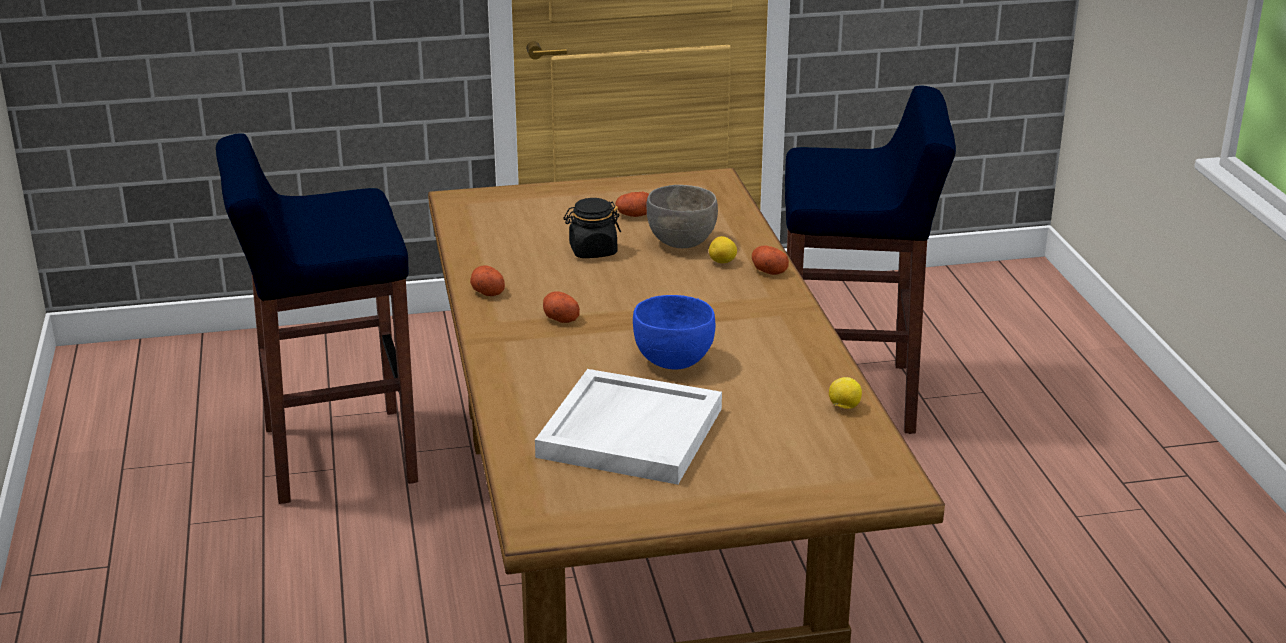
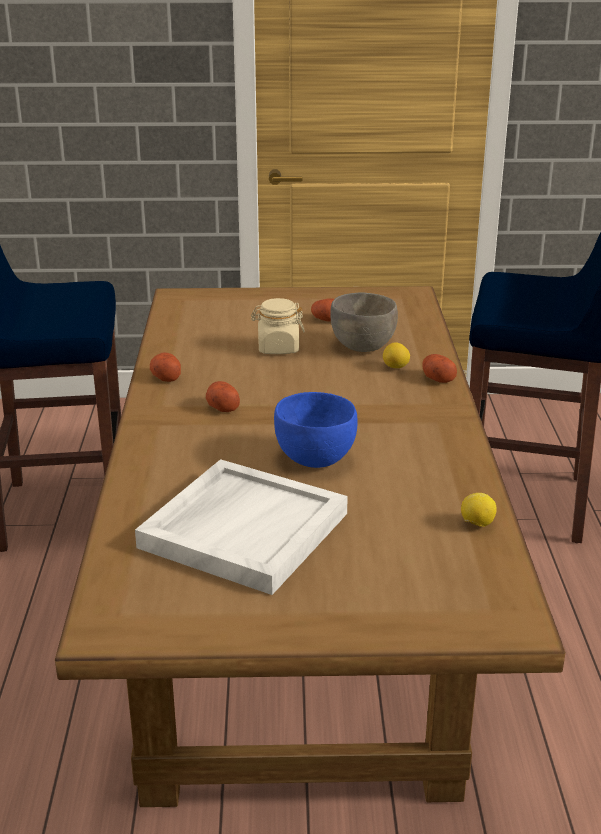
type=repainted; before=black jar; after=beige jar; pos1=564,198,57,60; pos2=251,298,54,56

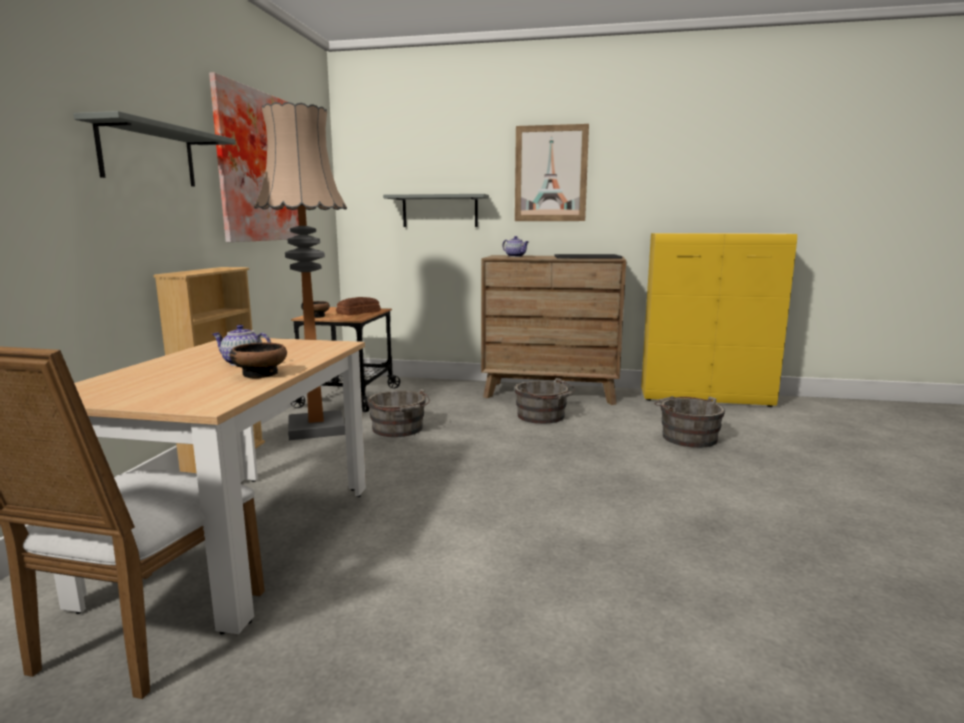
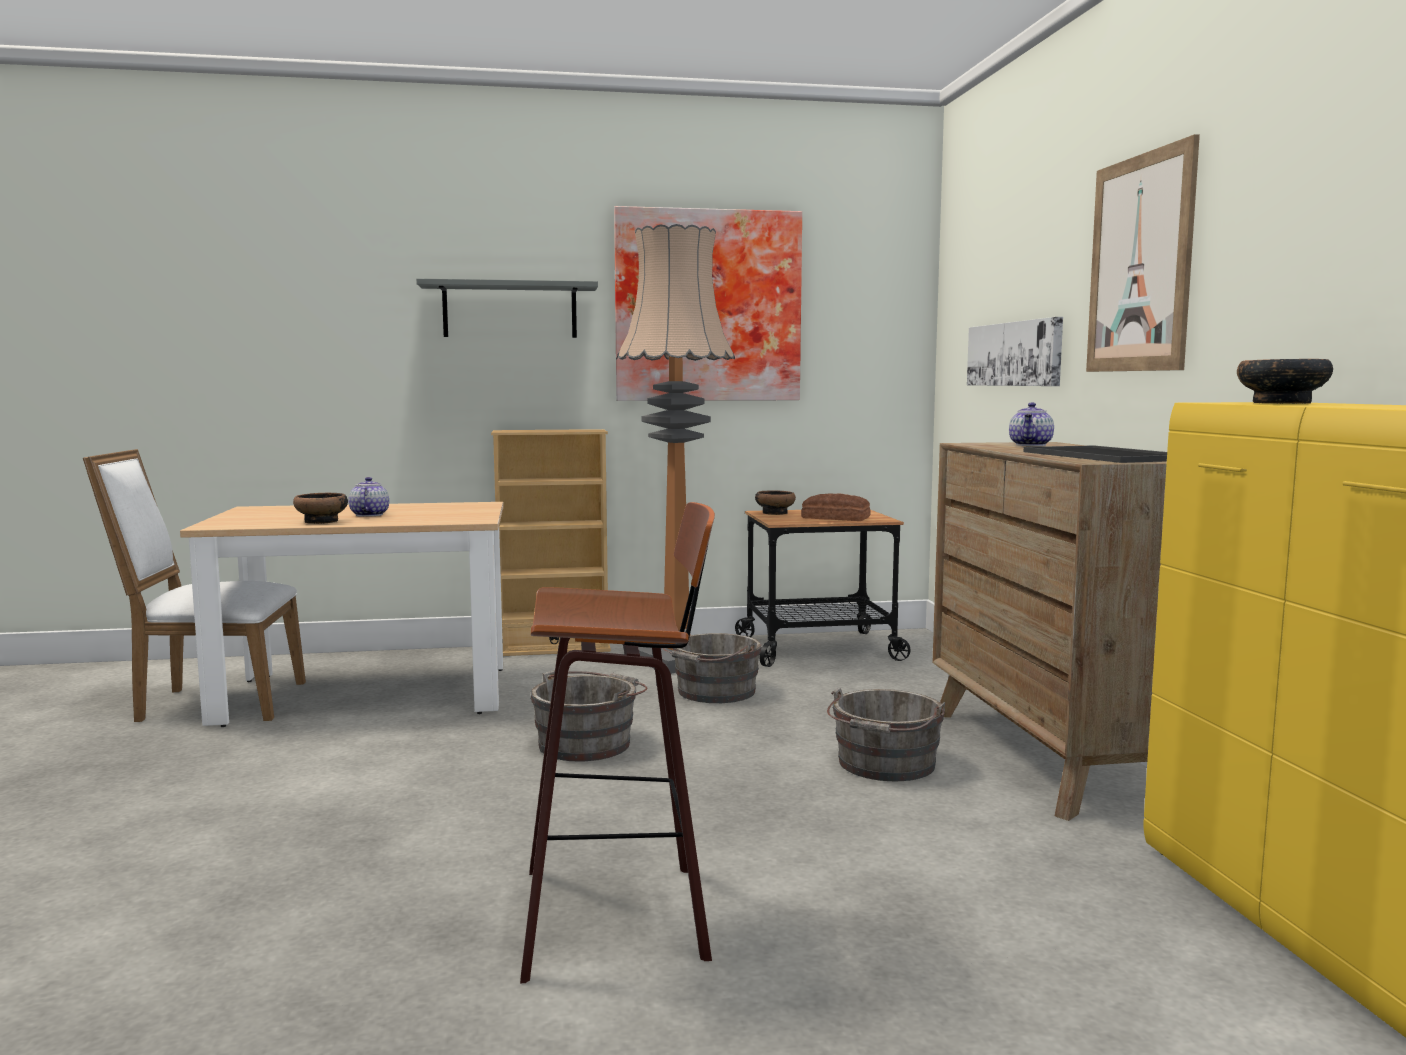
type=new; after=stool; pos2=520,502,195,482
type=shifted; before=grey bucket; pos1=654,396,71,52; pos2=530,670,118,92
type=swapped; before=grey shelf; after=picture; pos1=383,194,106,33; pos2=967,317,96,69
type=new; after=bowl; pos2=1237,359,96,45

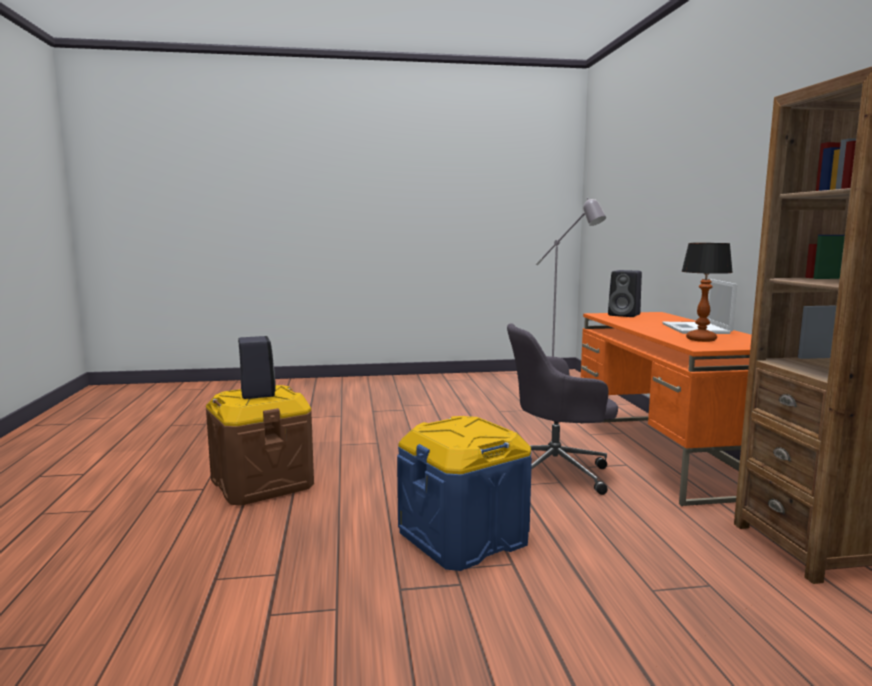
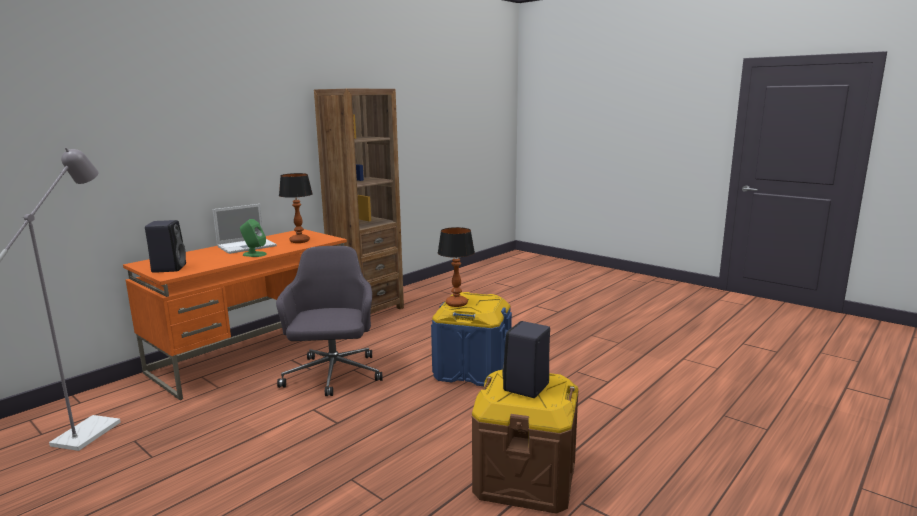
type=new; after=green speaker; pos2=240,219,27,38
type=rotated; before=grey office chair; pos1=507,323,111,172; pos2=276,246,106,150; turn=-135
type=new; after=table lamp; pos2=438,227,37,80

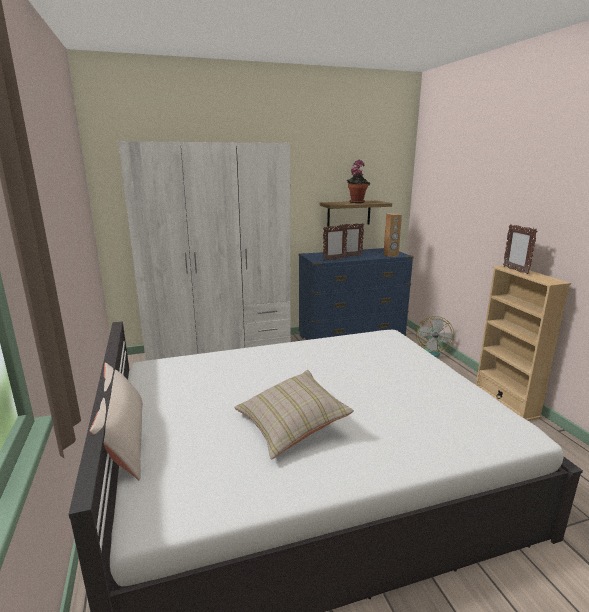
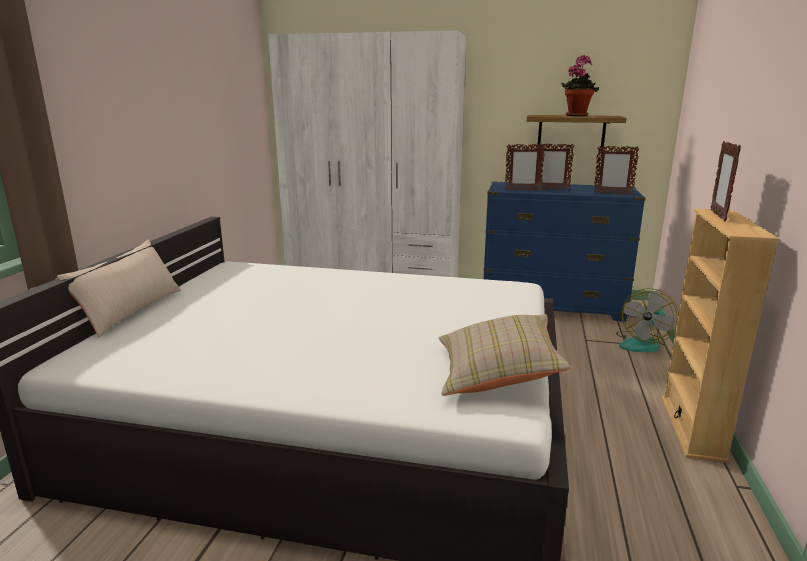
type=shifted; before=beige pillow; pos1=234,370,120,90; pos2=439,314,132,82
type=swapped; before=brown speaker; after=picture frame; pos1=383,213,19,44; pos2=594,146,46,49

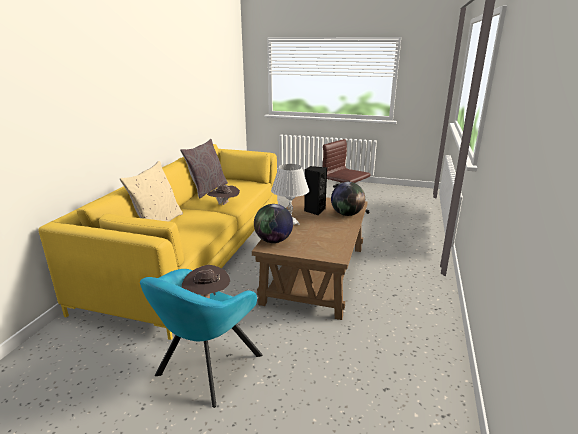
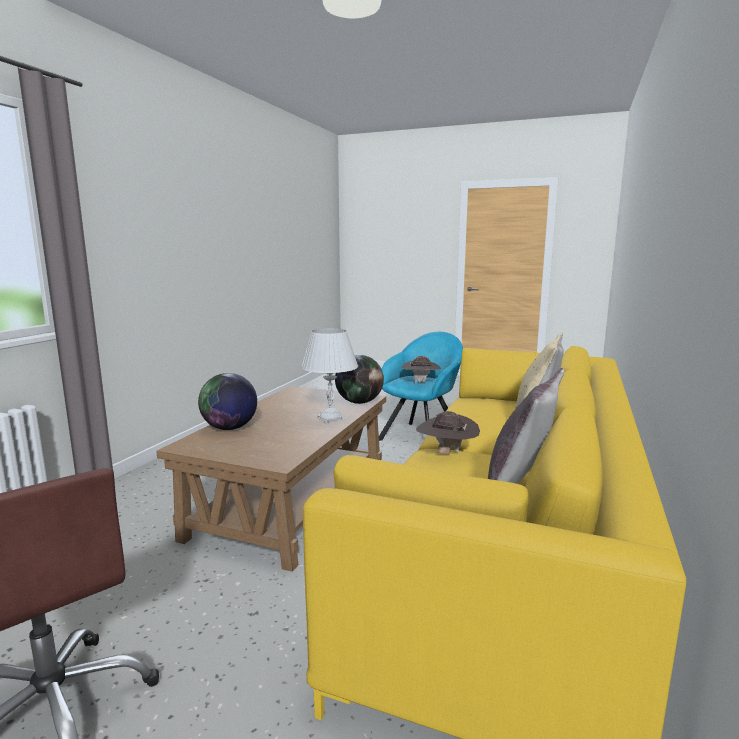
type=gone; before=black speaker; pos1=304,166,23,49

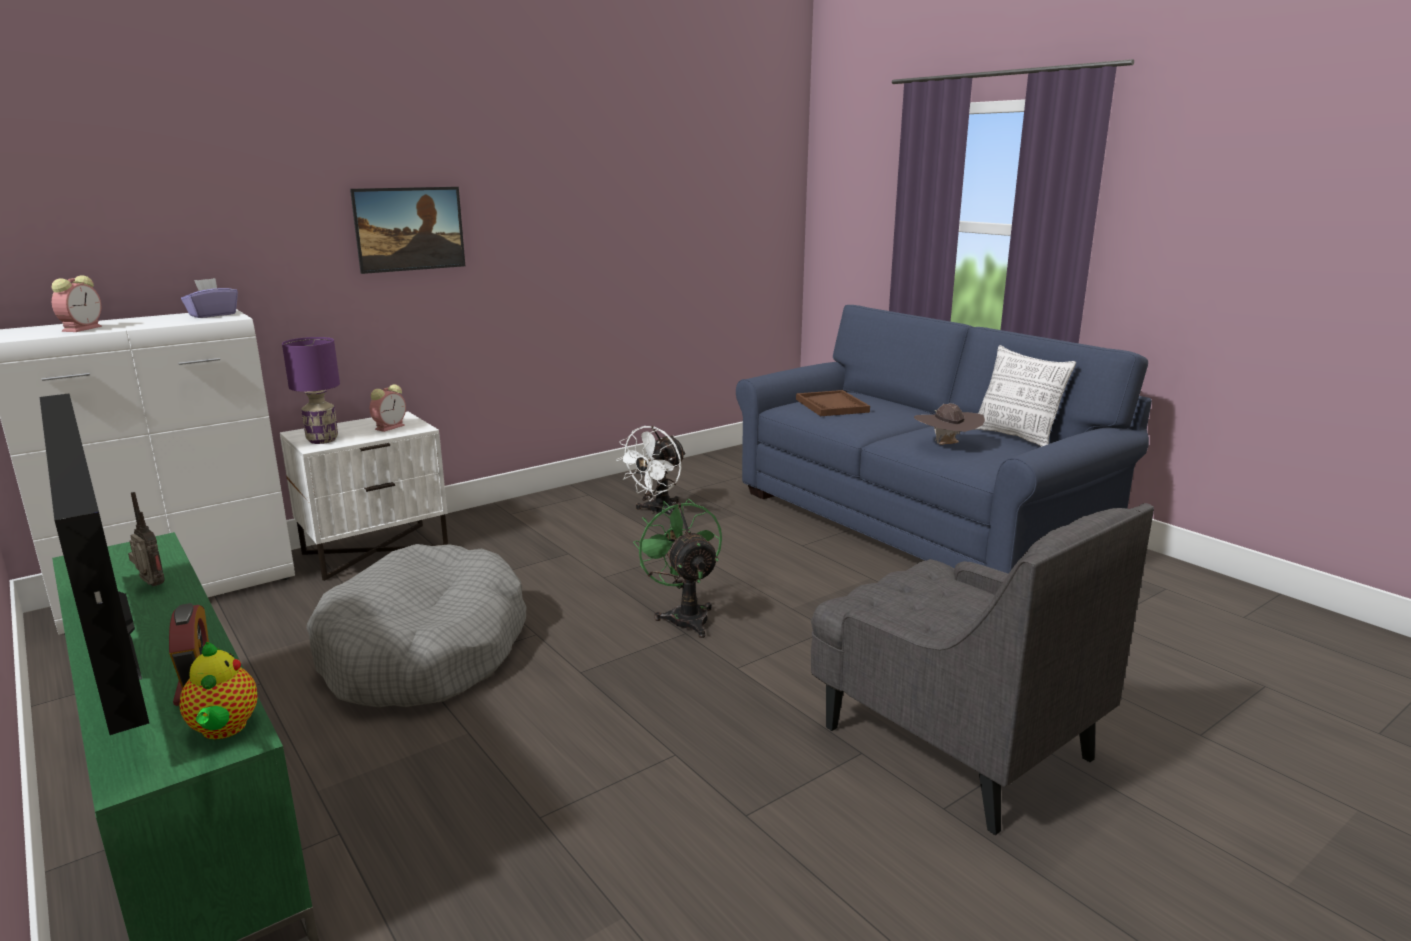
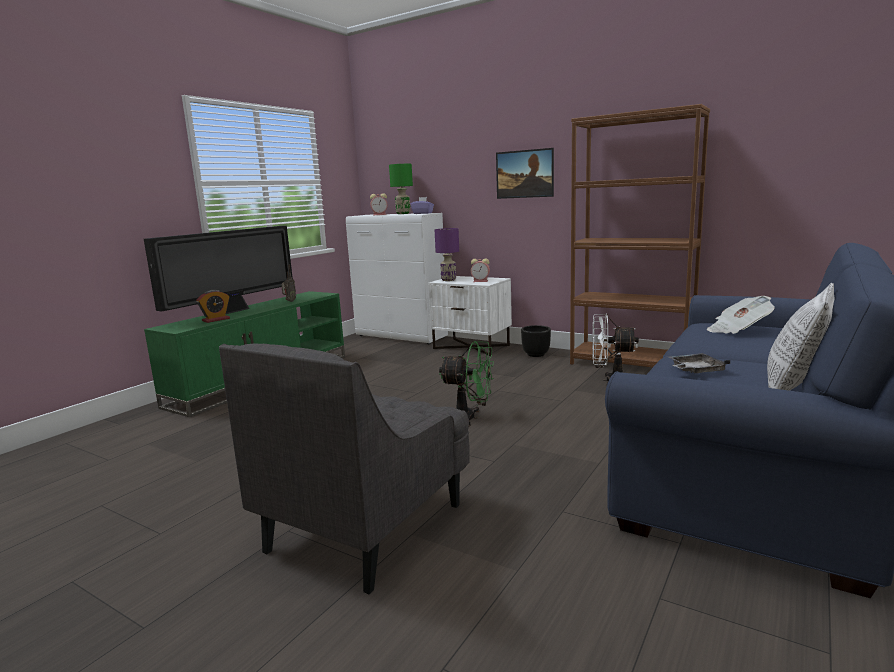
type=new; after=green table lamp; pos2=389,164,24,50
type=rotated; before=green fan; pos1=633,498,89,140; pos2=439,341,55,85; turn=60
type=new; after=black planter; pos2=521,325,30,32
type=new; after=brown bookcase; pos2=570,104,140,263
type=swapped; before=brown hat; after=grey tray; pos1=914,403,71,42; pos2=669,353,61,20
type=swapped; before=brown tray; after=newspaper; pos1=796,390,74,26; pos2=707,296,68,38
type=gone; before=teapot; pos1=180,642,78,97
type=gone; before=grey dog bed; pos1=307,544,219,163

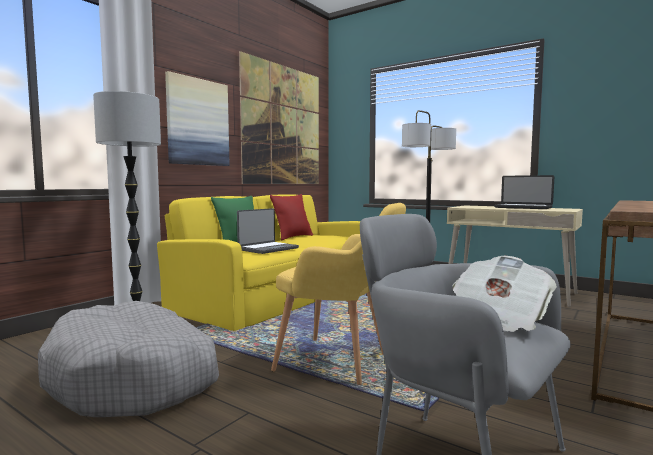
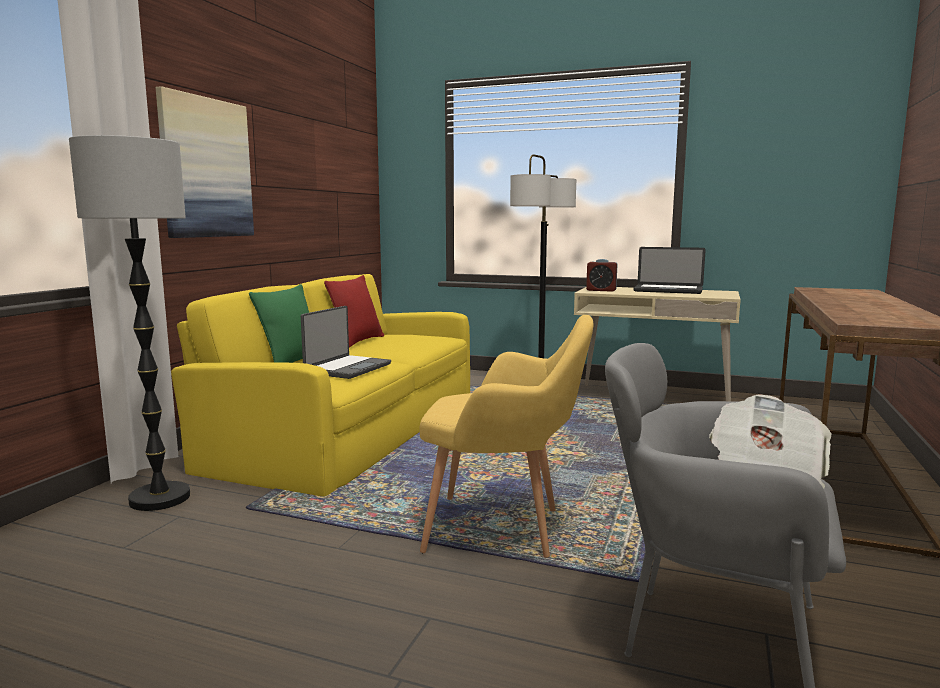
type=new; after=alarm clock; pos2=586,259,32,33
type=gone; before=grey dog bed; pos1=38,301,181,116
type=gone; before=picture; pos1=239,51,80,133

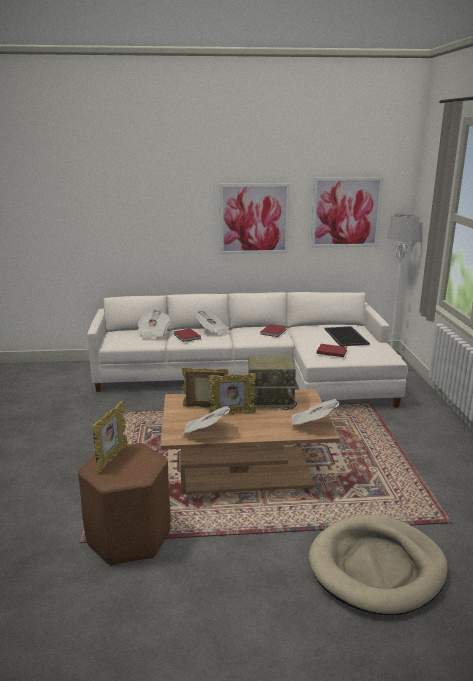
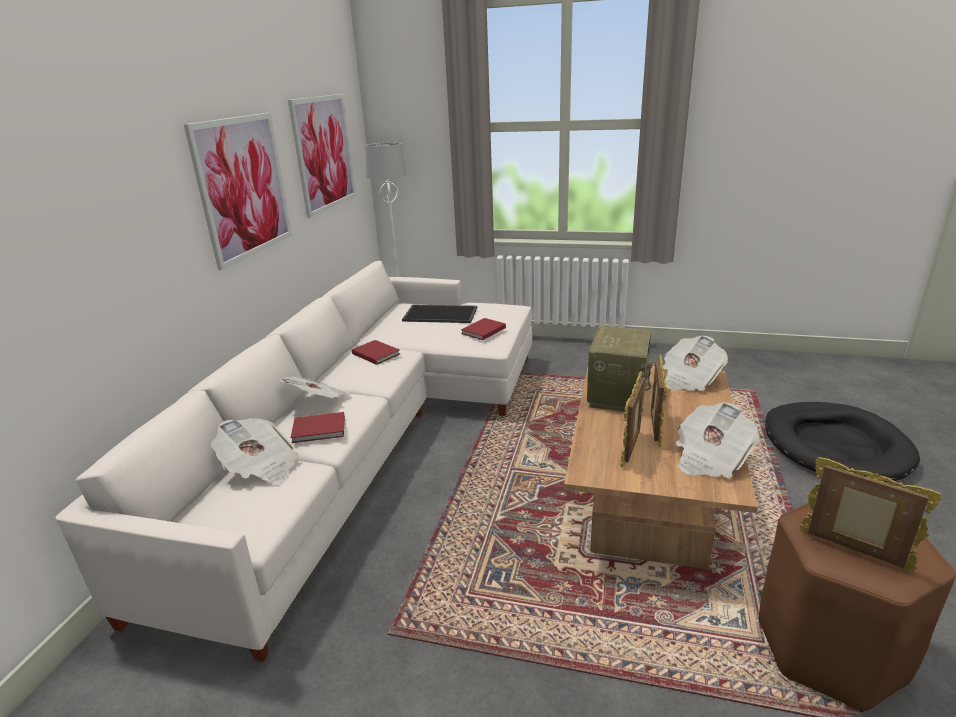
type=repainted; before=beige dog bed; after=black dog bed; pos1=309,515,139,100; pos2=765,402,155,80

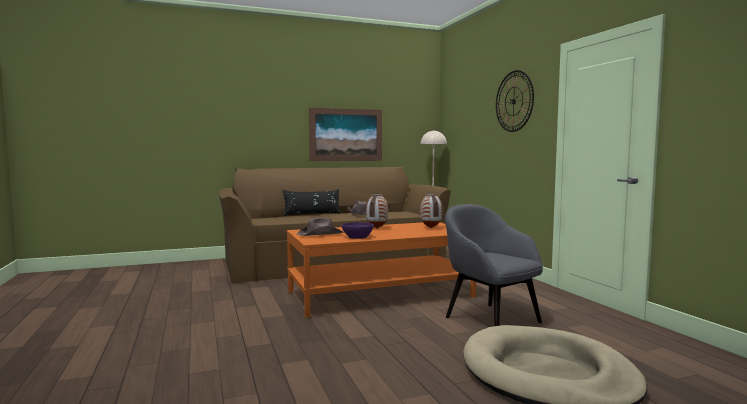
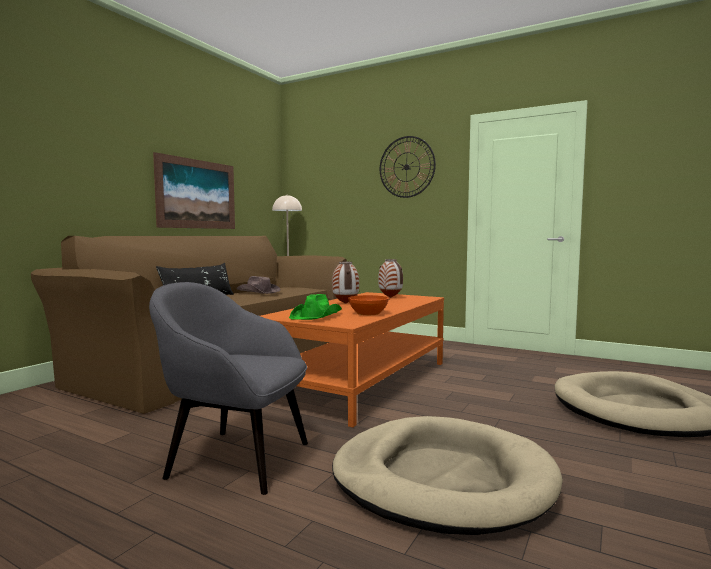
type=shifted; before=grey armchair; pos1=445,204,98,122; pos2=149,282,159,213
type=repainted; before=brown hat; after=green hat; pos1=297,218,46,18; pos2=289,294,53,26
type=new; after=beige dog bed; pos2=332,416,231,119
type=repainted; before=purple bowl; after=orange bowl; pos1=342,222,32,17; pos2=348,295,41,20

